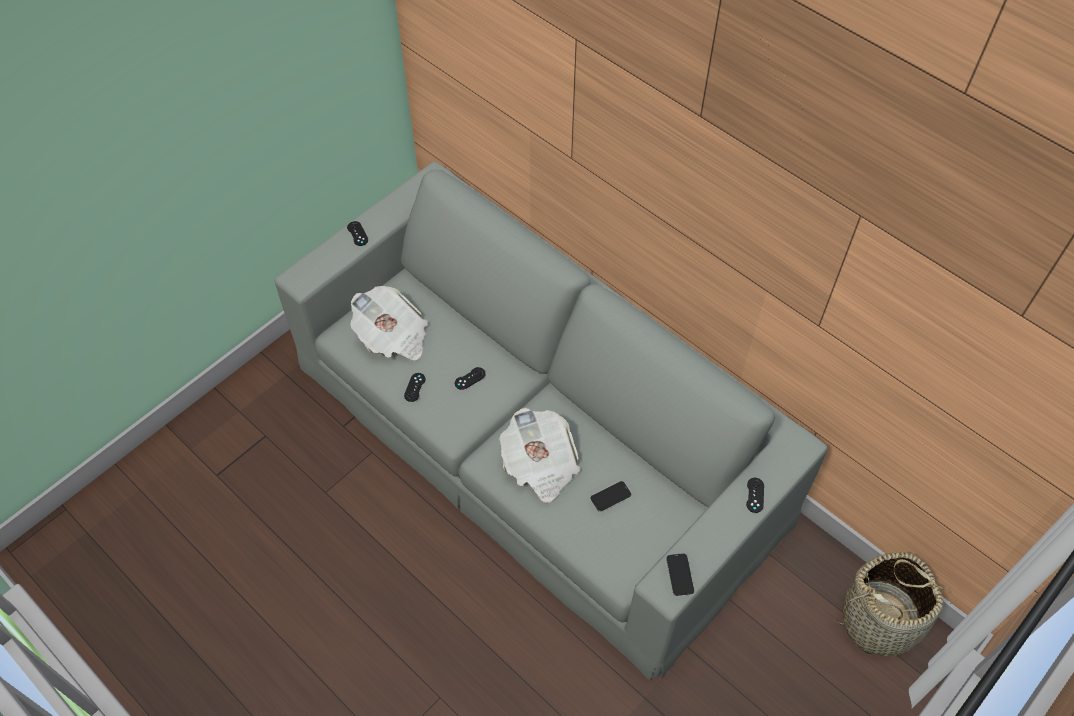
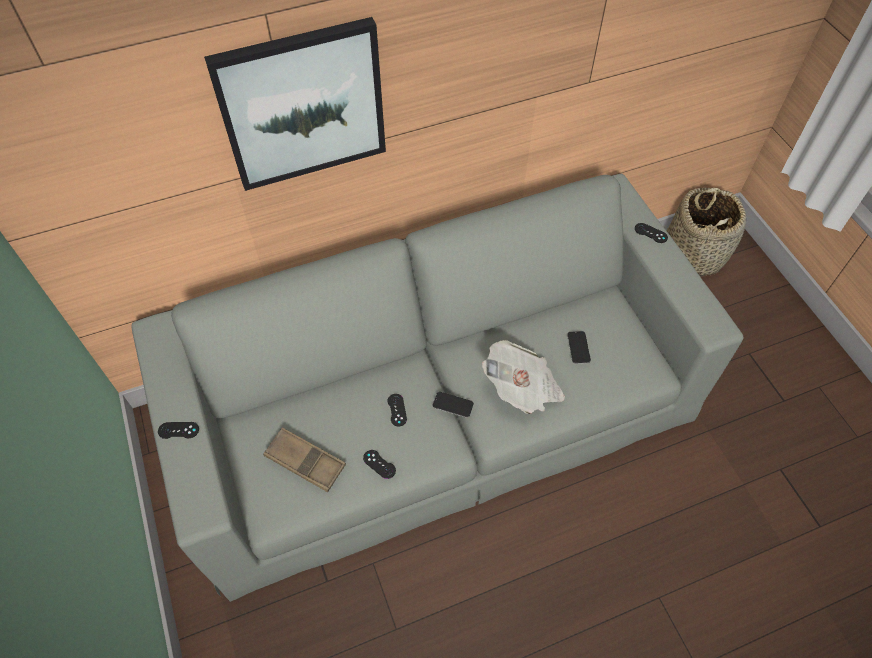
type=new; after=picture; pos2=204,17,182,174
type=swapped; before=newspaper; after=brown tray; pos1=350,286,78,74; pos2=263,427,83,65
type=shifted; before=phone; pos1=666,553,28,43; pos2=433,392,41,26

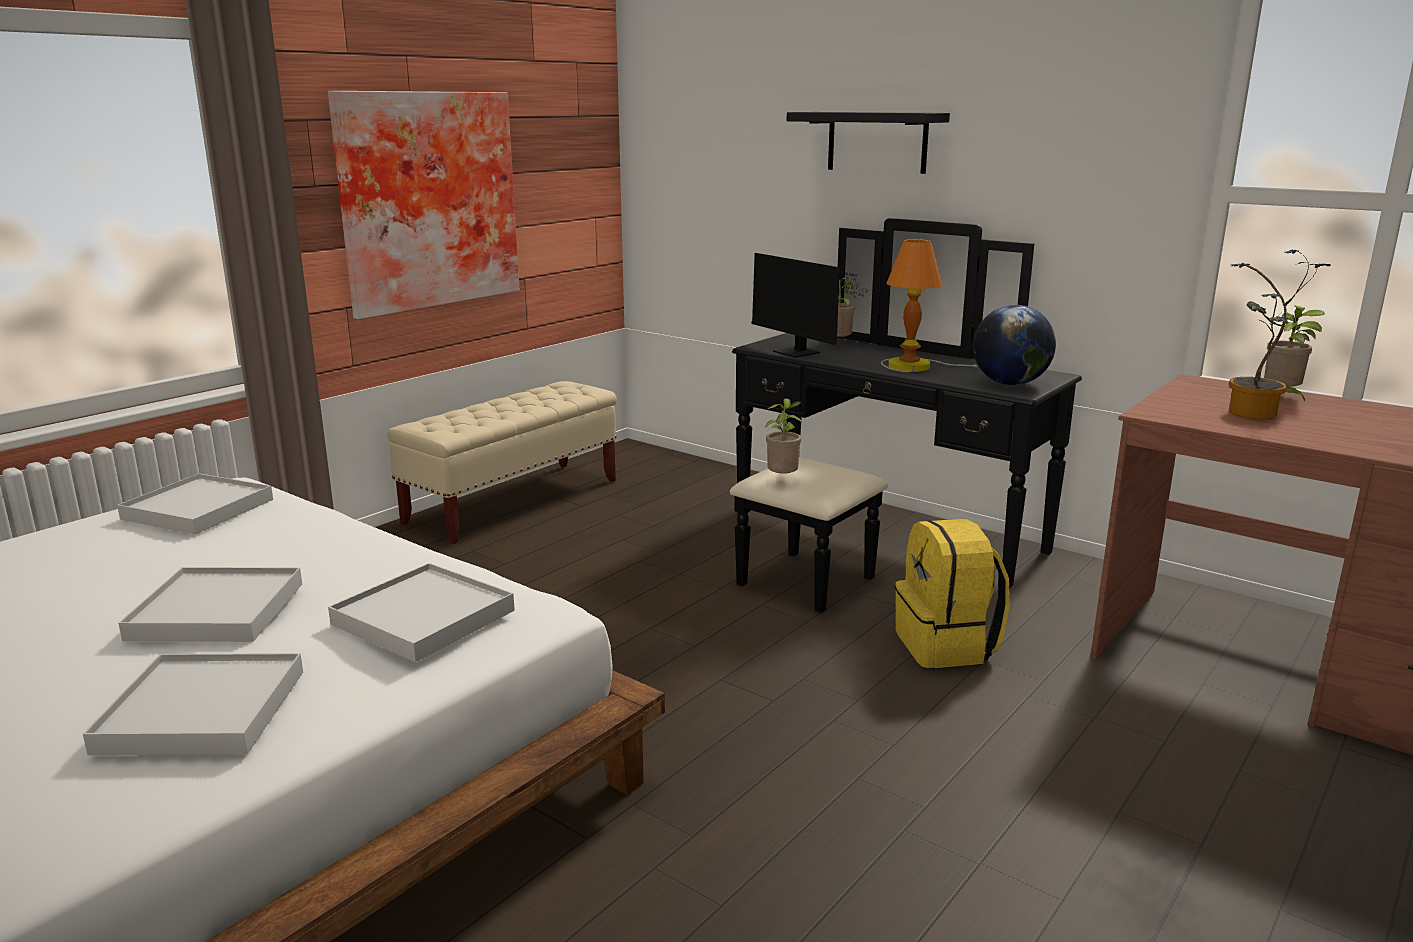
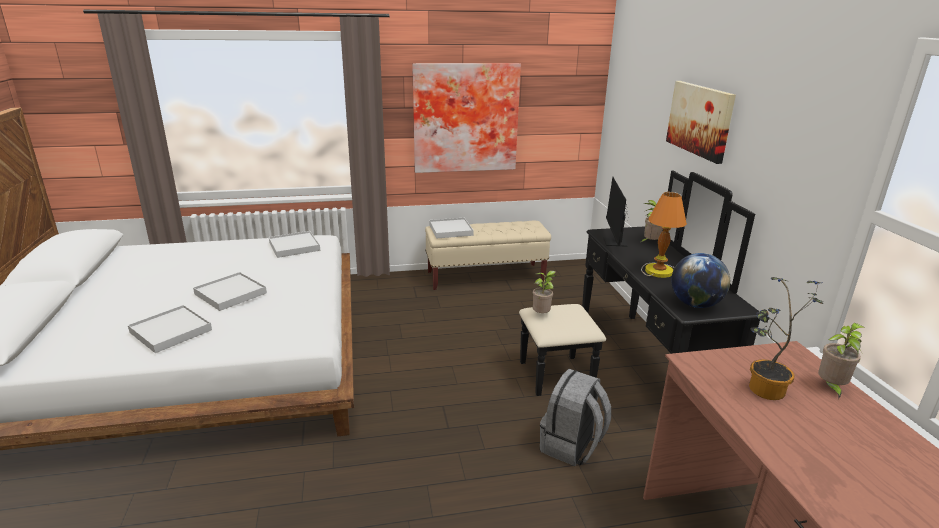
type=shifted; before=white tray; pos1=328,563,187,99; pos2=429,218,45,21
type=repainted; before=yellow backpack; after=grey backpack; pos1=895,519,115,149; pos2=540,369,71,97
type=swapped; before=black shelf; after=picture; pos1=787,112,163,62; pos2=666,81,70,83

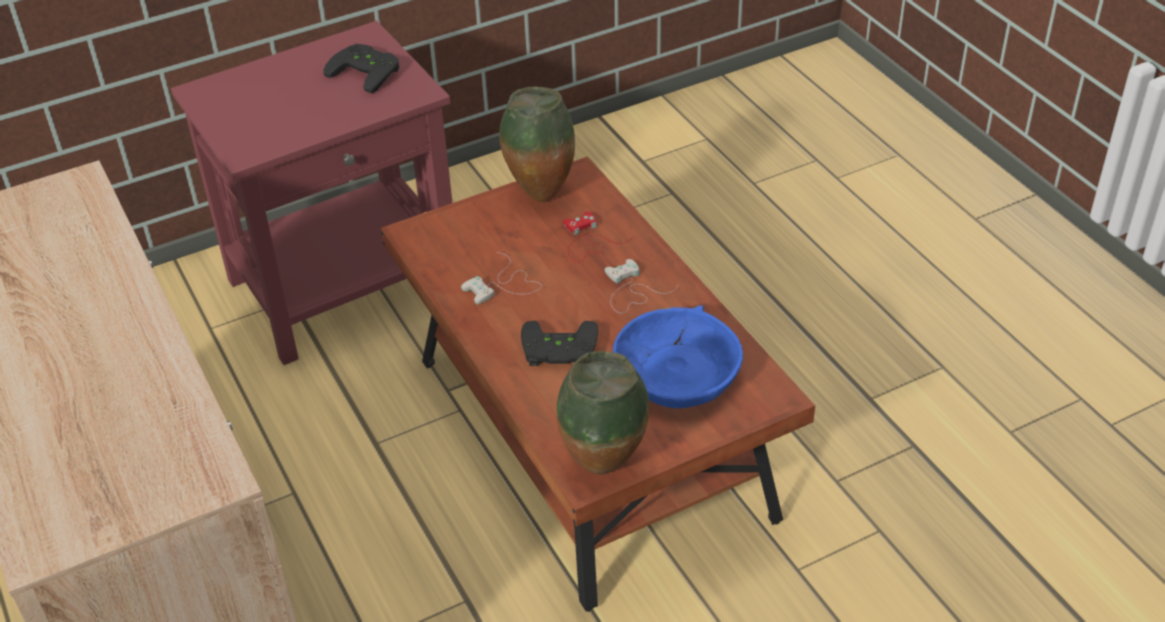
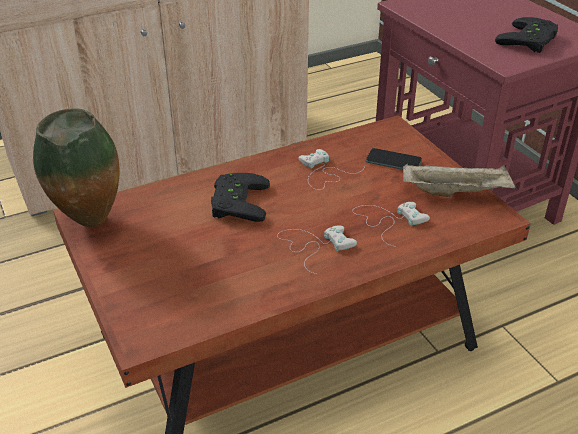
type=repainted; before=red game controller; after=white game controller; pos1=563,212,71,50; pos2=352,202,78,45
type=new; after=phone; pos2=366,148,56,22
type=swapped; before=vase; after=beige tray; pos1=499,87,76,115; pos2=403,163,113,34
type=gone; before=blue bowl; pos1=613,305,130,103

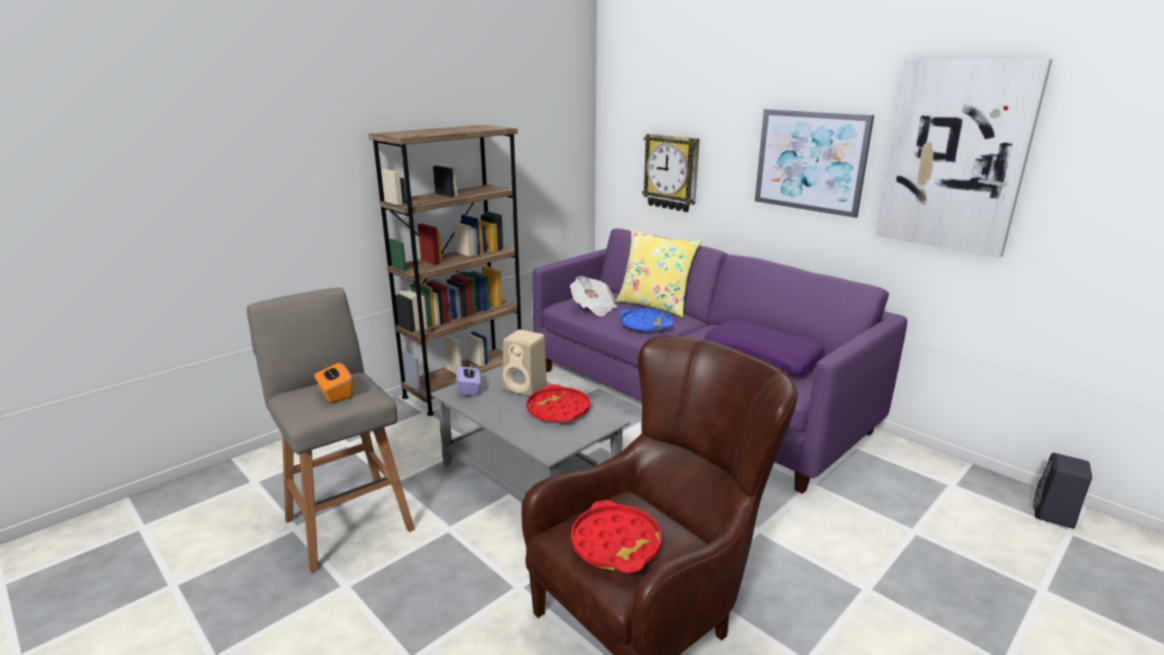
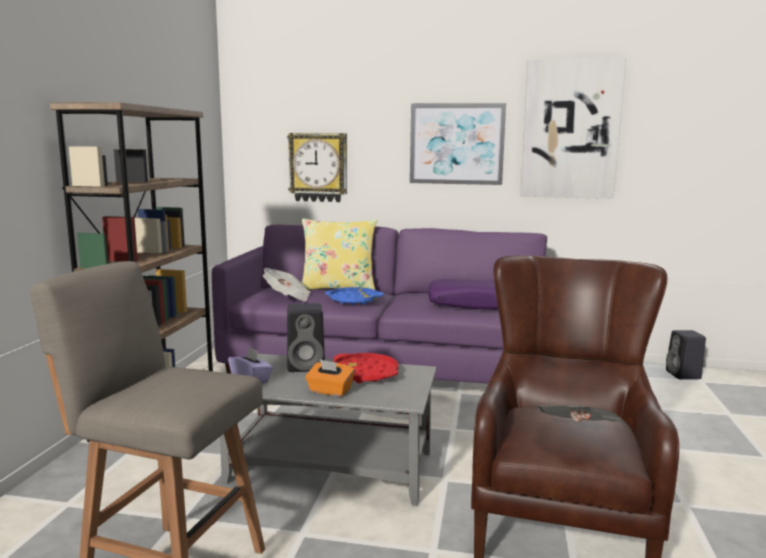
type=repainted; before=beige speaker; after=black speaker; pos1=503,330,44,66; pos2=287,303,38,69
type=shifted; before=orange tissue box; pos1=314,363,39,40; pos2=306,359,49,38
type=swapped; before=red tray; after=newspaper; pos1=571,500,91,73; pos2=535,405,89,17

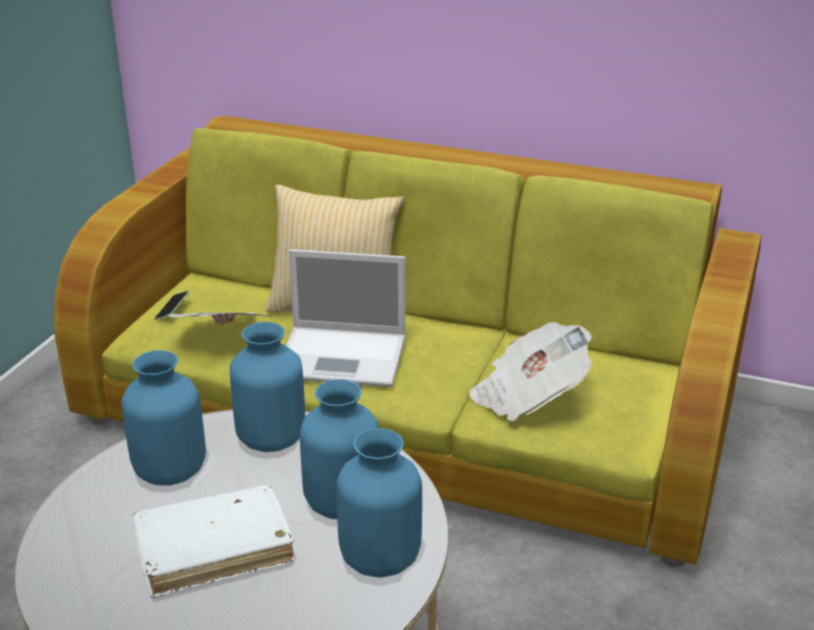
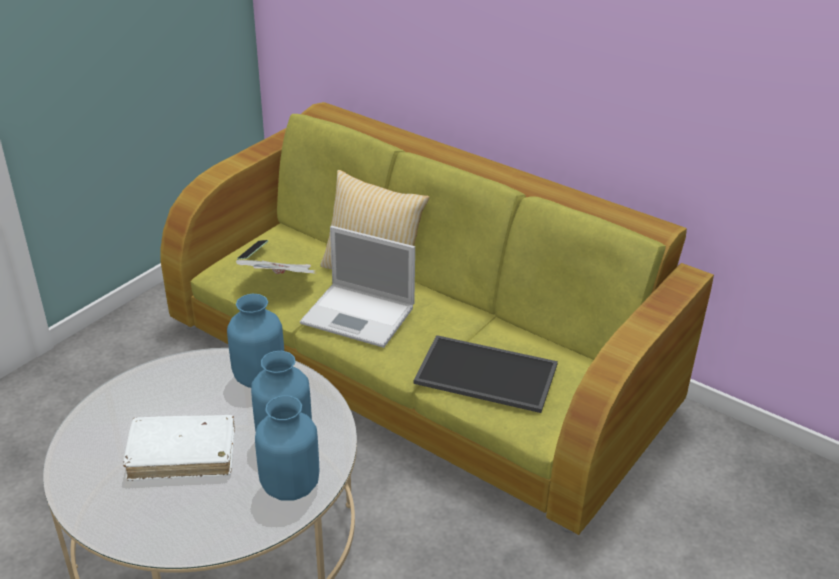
type=swapped; before=newspaper; after=tray; pos1=470,322,122,99; pos2=413,335,145,78
type=gone; before=blue vase; pos1=121,350,85,136

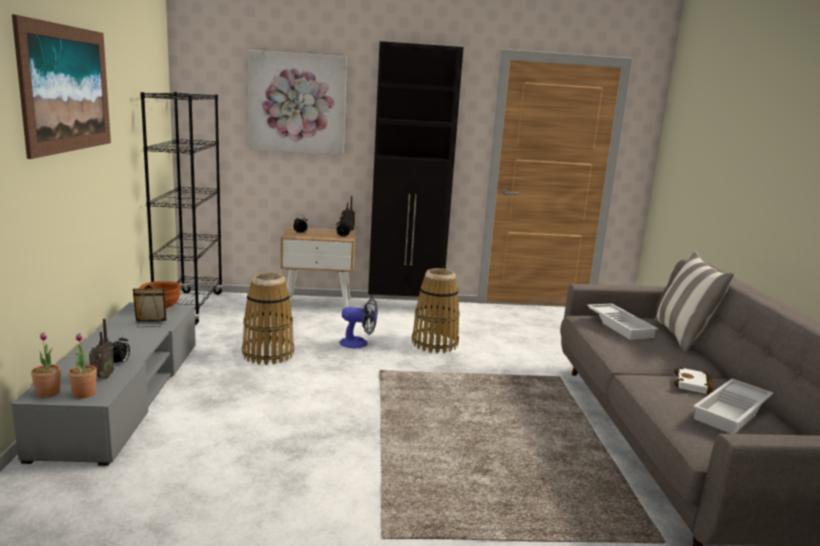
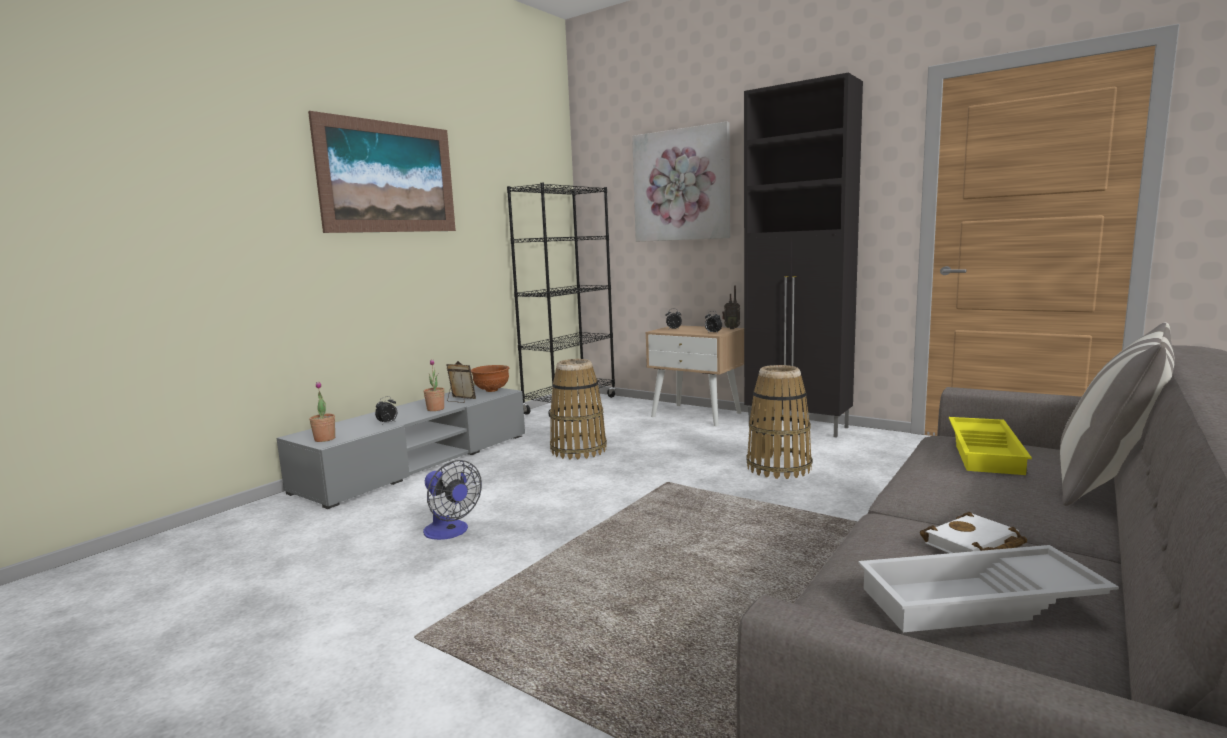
type=shifted; before=fan; pos1=340,298,38,50; pos2=423,460,59,80
type=shifted; before=potted plant; pos1=31,333,30,65; pos2=424,359,21,52
type=repainted; before=white tray; after=yellow tray; pos1=587,303,71,37; pos2=949,417,83,58
type=gone; before=radio; pos1=89,319,26,60

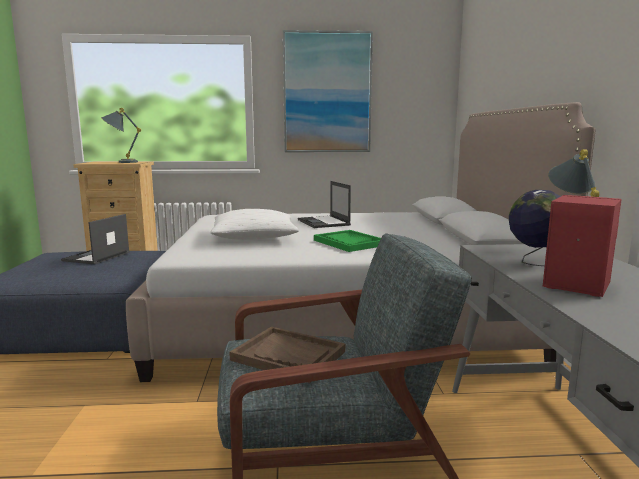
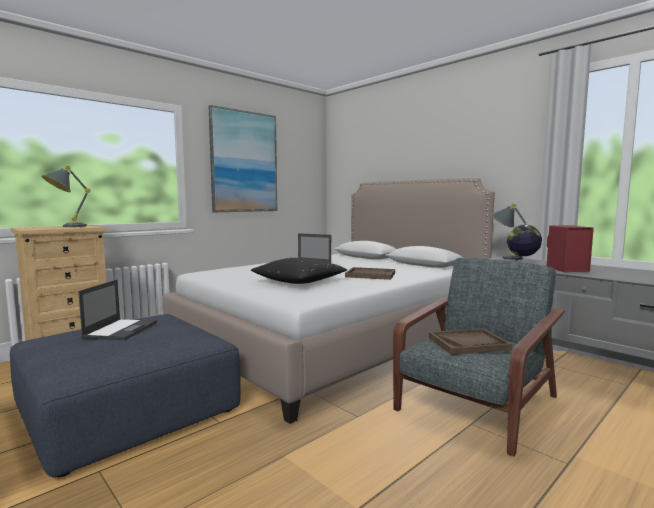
type=rotated; before=laptop; pos1=61,214,69,50; pos2=78,280,79,60; turn=-150
type=repainted; before=white pillow; after=black pillow; pos1=210,209,89,31; pos2=251,258,96,26
type=repainted; before=green tray; after=brown tray; pos1=314,230,67,22; pos2=345,267,50,13

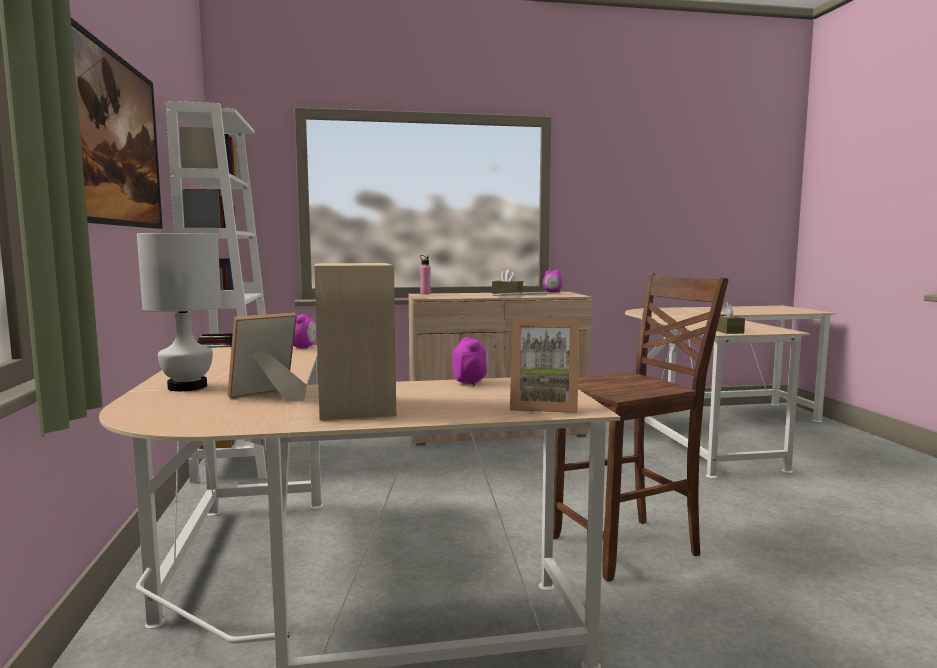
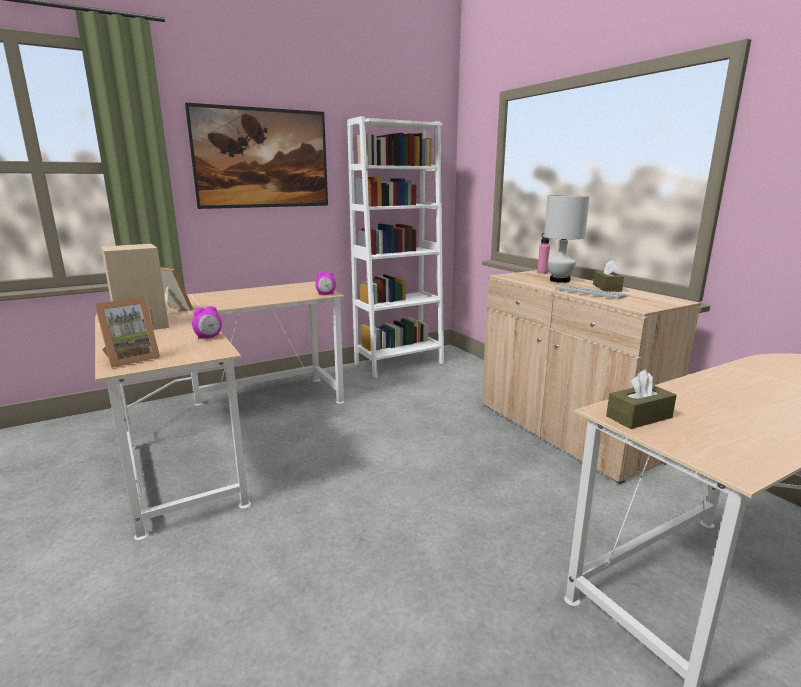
type=rotated; before=picture frame; pos1=510,318,69,95; pos2=95,297,65,71; turn=-120
type=shifted; before=white table lamp; pos1=137,233,84,158; pos2=544,195,46,88
type=gone; before=alarm clock; pos1=543,270,20,23
type=gone; before=brown chair; pos1=553,273,176,309

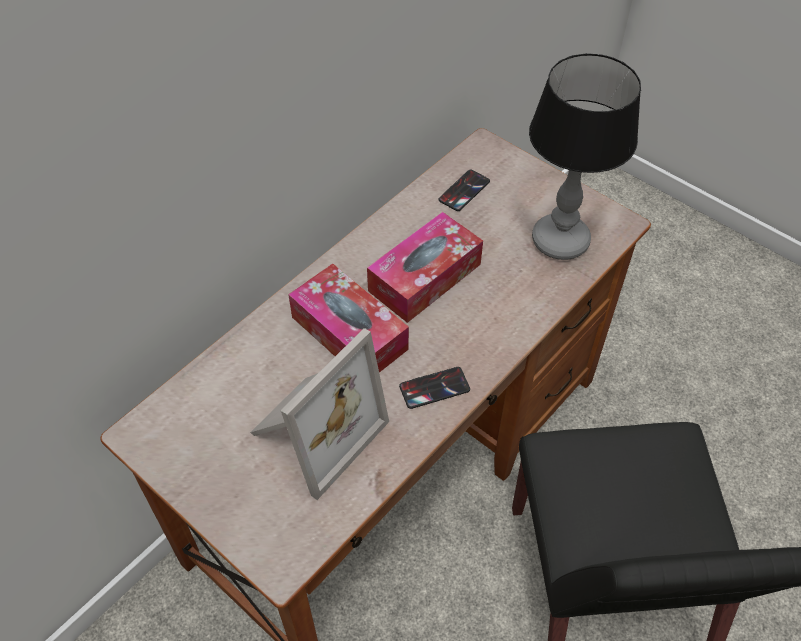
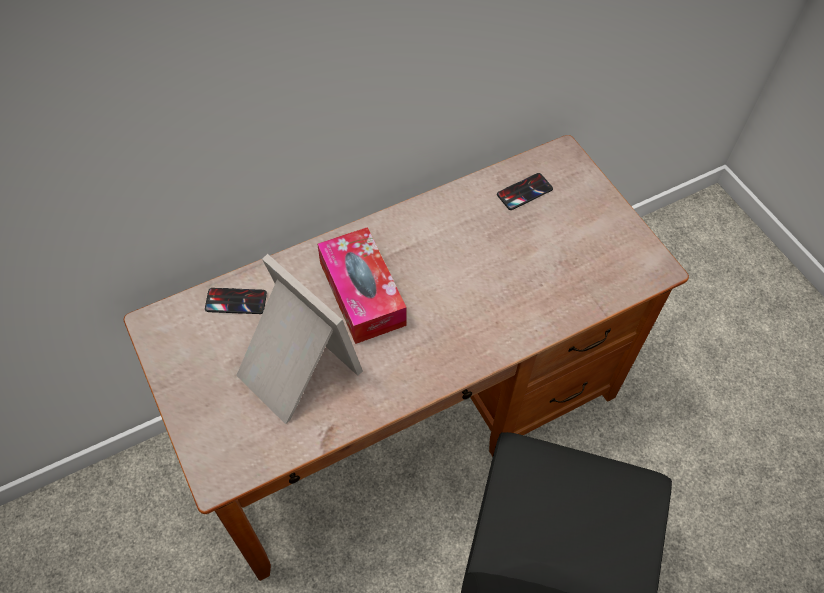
type=shifted; before=phone; pos1=399,367,71,42; pos2=205,288,62,26
type=rotated; before=picture frame; pos1=250,328,139,172; pos2=236,254,127,170; turn=-105
type=gone; before=tissue box; pos1=367,212,116,111
type=gone; before=table lamp; pos1=529,53,112,207

